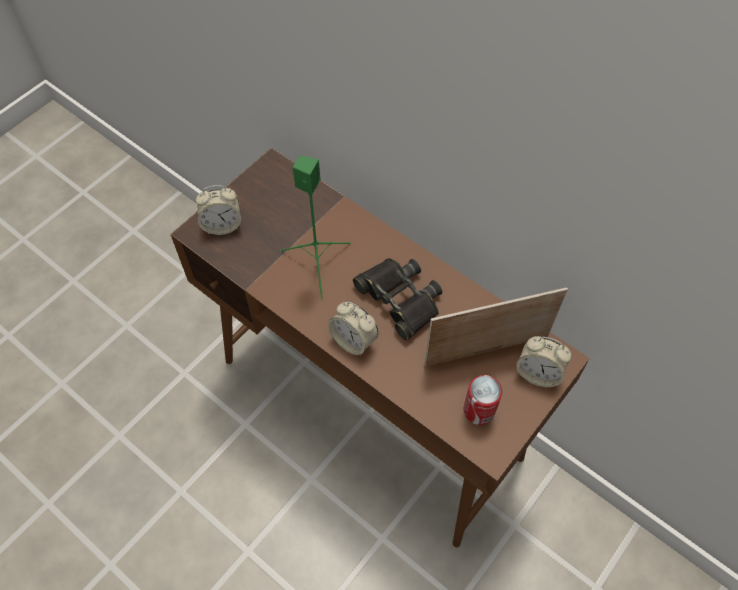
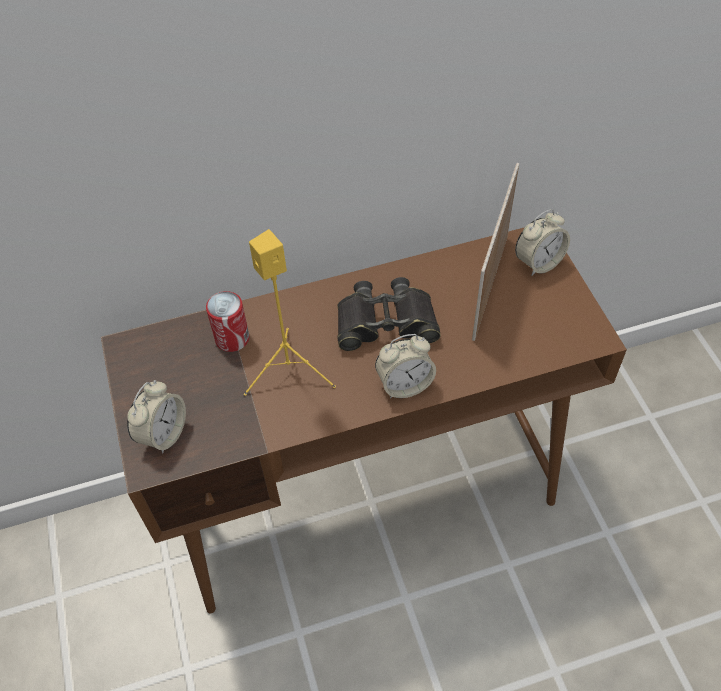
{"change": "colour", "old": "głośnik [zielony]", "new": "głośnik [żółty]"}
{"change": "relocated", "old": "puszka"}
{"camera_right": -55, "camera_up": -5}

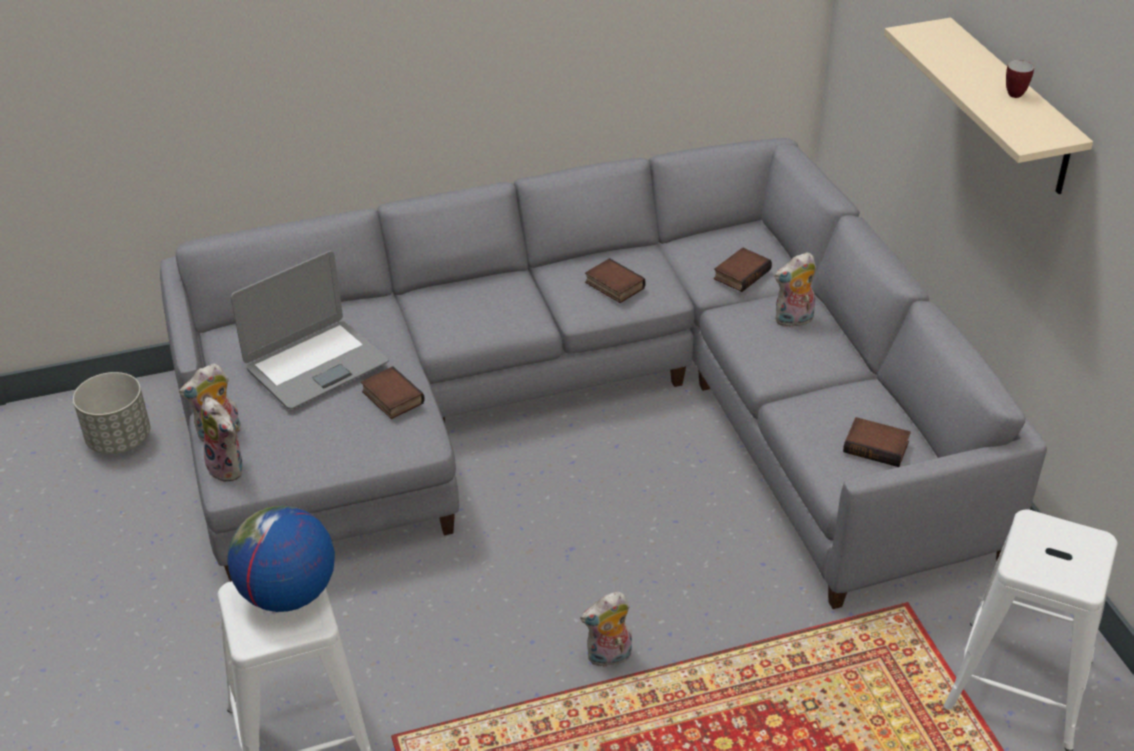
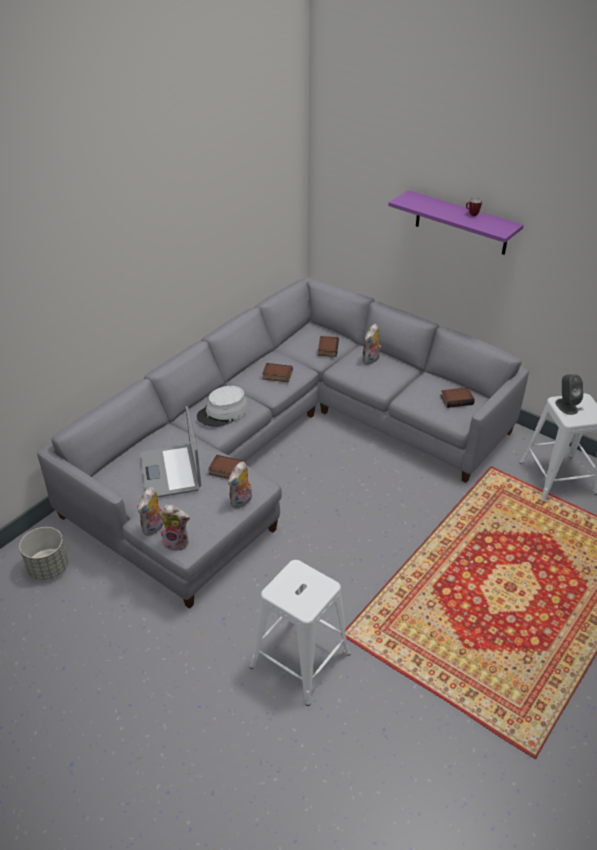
{"change": "missing", "old": "globus"}
{"change": "spun", "old": "laptop", "degrees": 150}
{"change": "relocated", "old": "pluszak (no. 3 from left)"}
{"change": "colour", "old": "półka [beżowy]", "new": "półka [fioletowy]"}
{"change": "appeared", "new": "kapelusz [szary]"}
{"change": "appeared", "new": "głośnik [szary]"}
{"camera_right": -35, "camera_up": 0}

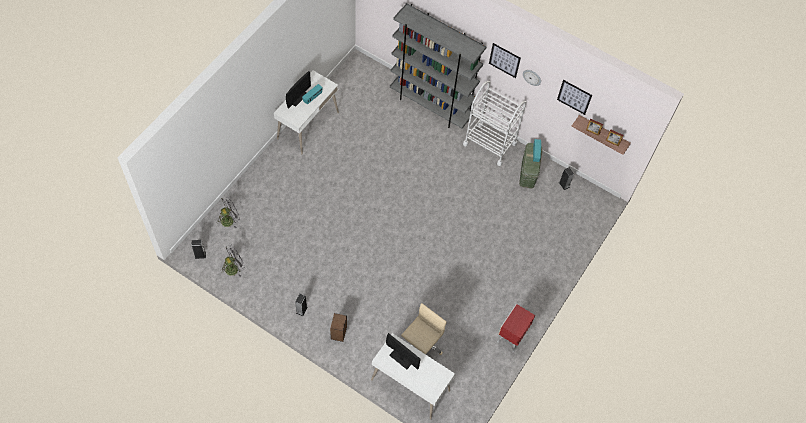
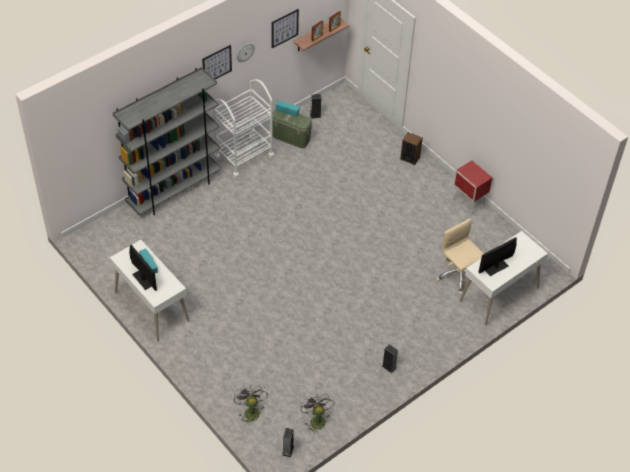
{"change": "relocated", "old": "głośnik (no. 3 from left in the first image)", "new": "głośnik (no. 4 from left)"}
{"camera_right": -70, "camera_up": -10}

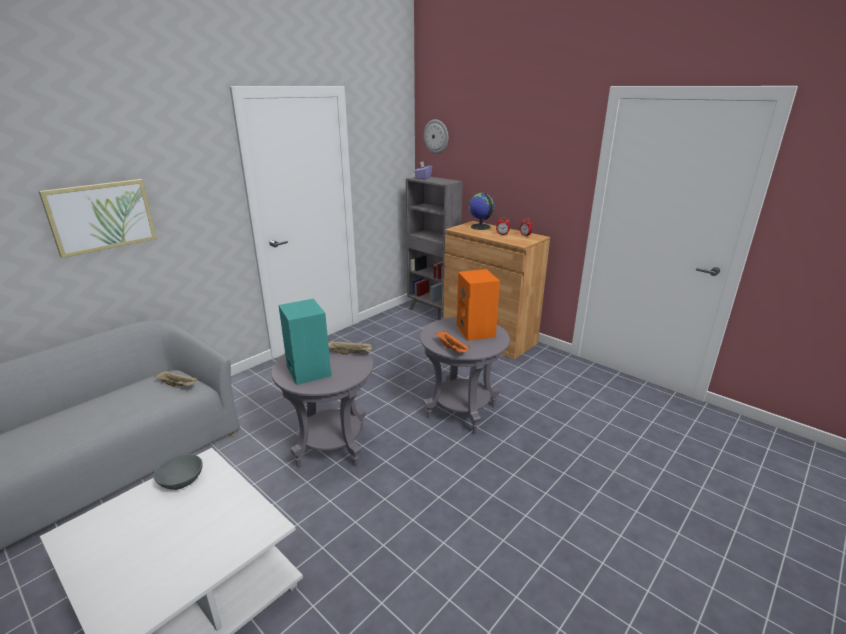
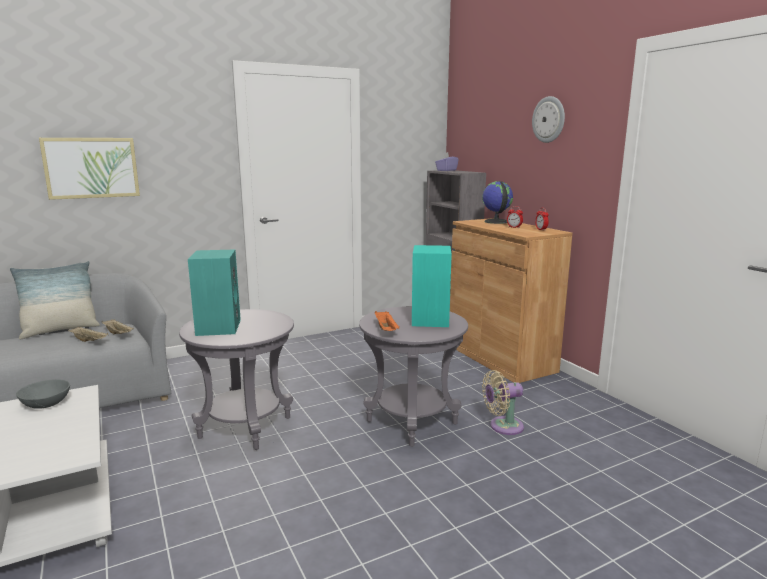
{"change": "relocated", "old": "taca [beżowy] (no. 2 from left in the first image)", "new": "taca [beżowy] (no. 1 from left)"}
{"change": "relocated", "old": "zegar ścienny"}
{"change": "colour", "old": "głośnik [pomarańczowy]", "new": "głośnik [turkusowy] (no. 2 from left)"}
{"change": "appeared", "new": "poduszka"}
{"change": "appeared", "new": "wentylator [beżowy]"}
{"camera_right": 20, "camera_up": -10}

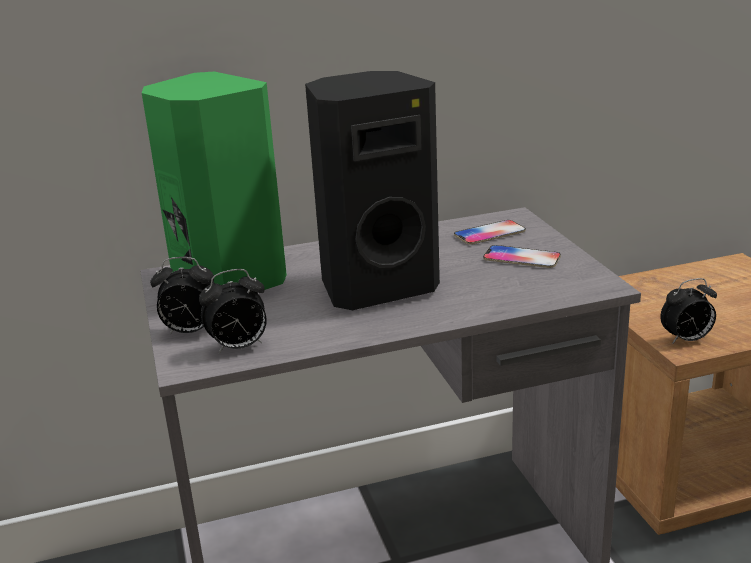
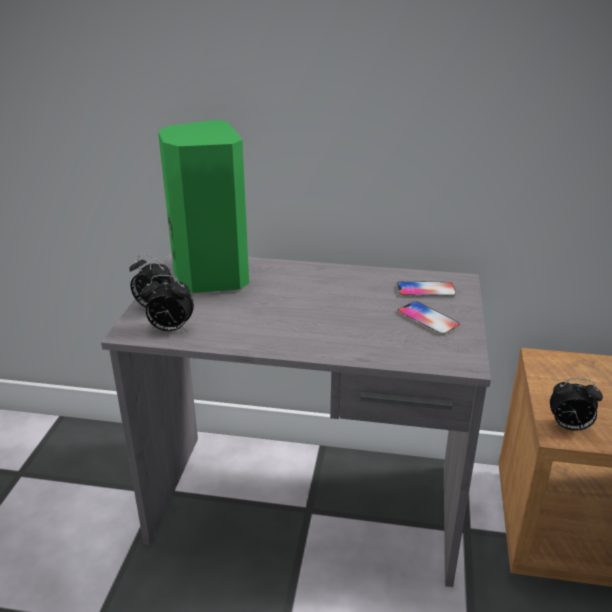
{"change": "missing", "old": "głośnik [czarny]"}
{"camera_right": 25, "camera_up": 5}

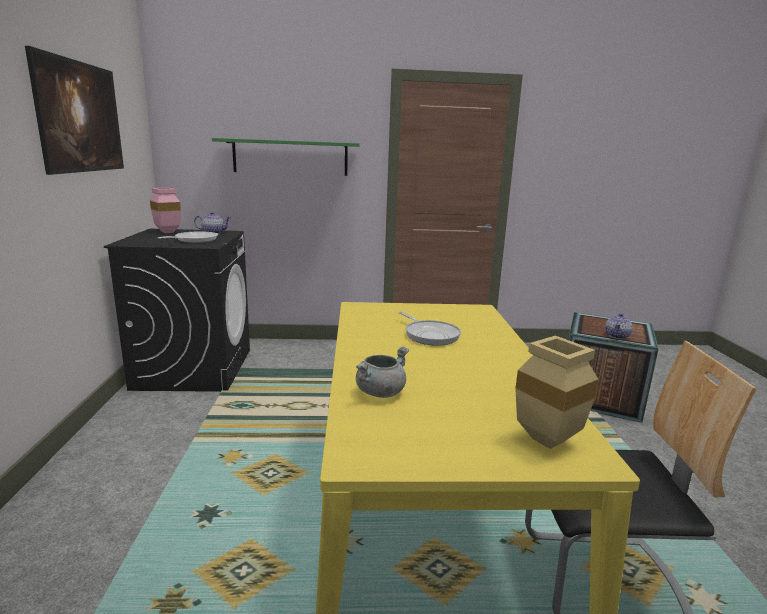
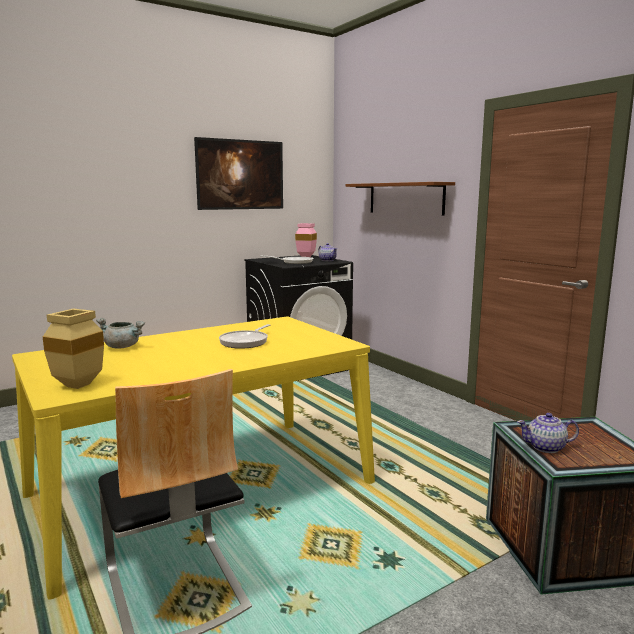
{"change": "colour", "old": "półka [zielony]", "new": "półka [brązowy]"}
{"camera_right": 60, "camera_up": -5}

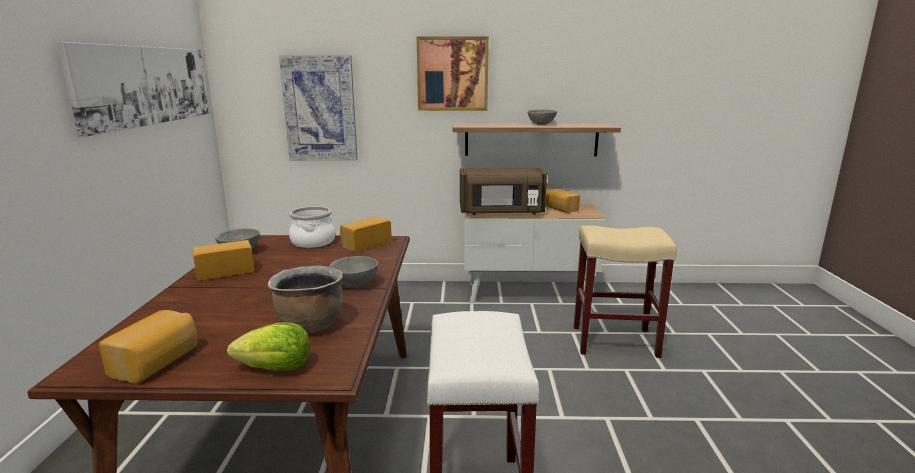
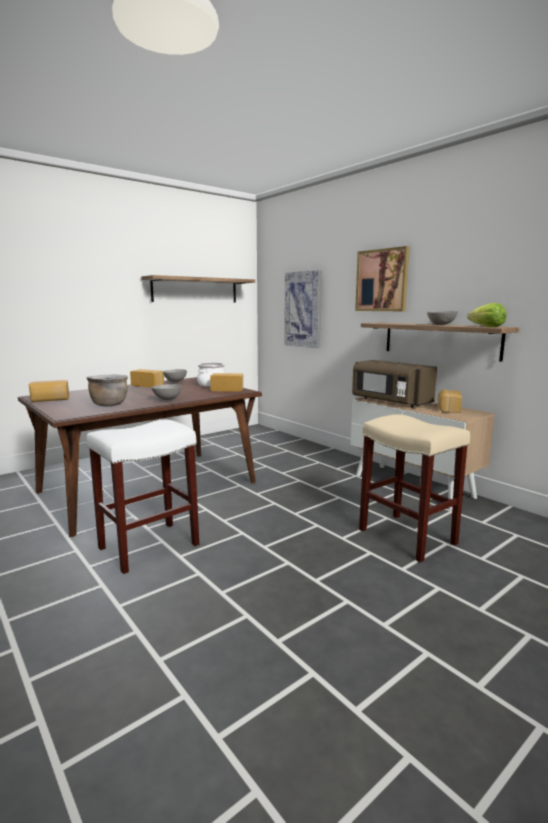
{"change": "exchanged", "old": "obraz (no. 1 from left)", "new": "półka (no. 1 from left)"}
{"change": "relocated", "old": "sałata"}
{"camera_right": 50, "camera_up": -5}

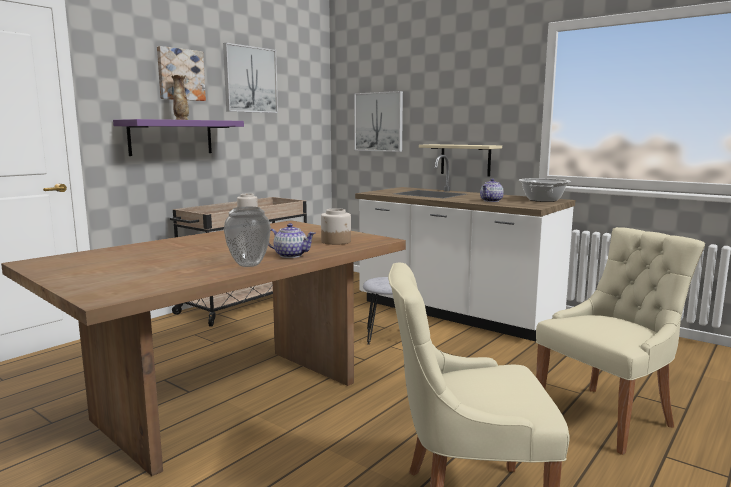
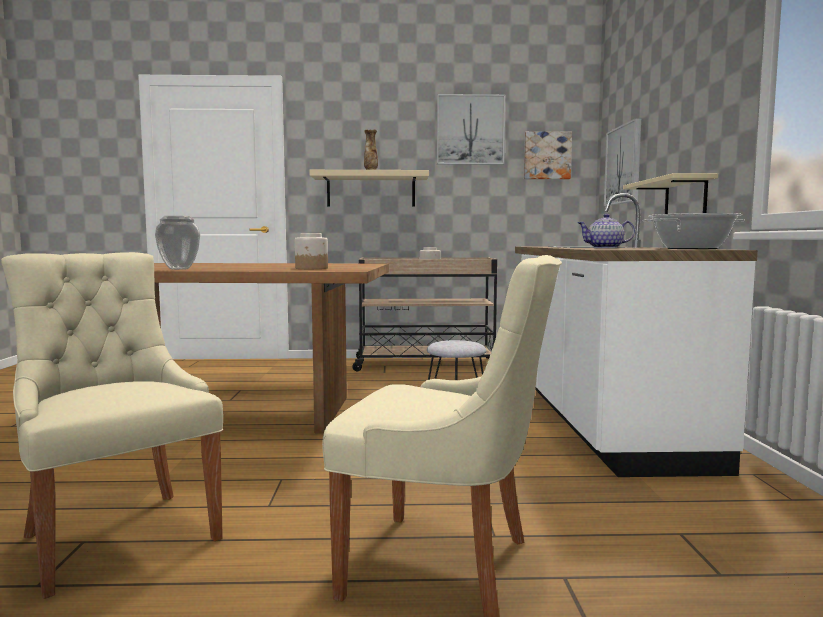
{"change": "colour", "old": "półka [fioletowy]", "new": "półka [beżowy] (no. 1 from left)"}
{"change": "relocated", "old": "obraz (no. 1 from left in the first image)", "new": "obraz (no. 2 from left)"}
{"change": "missing", "old": "imbryk (no. 1 from left)"}
{"camera_right": 50, "camera_up": -5}

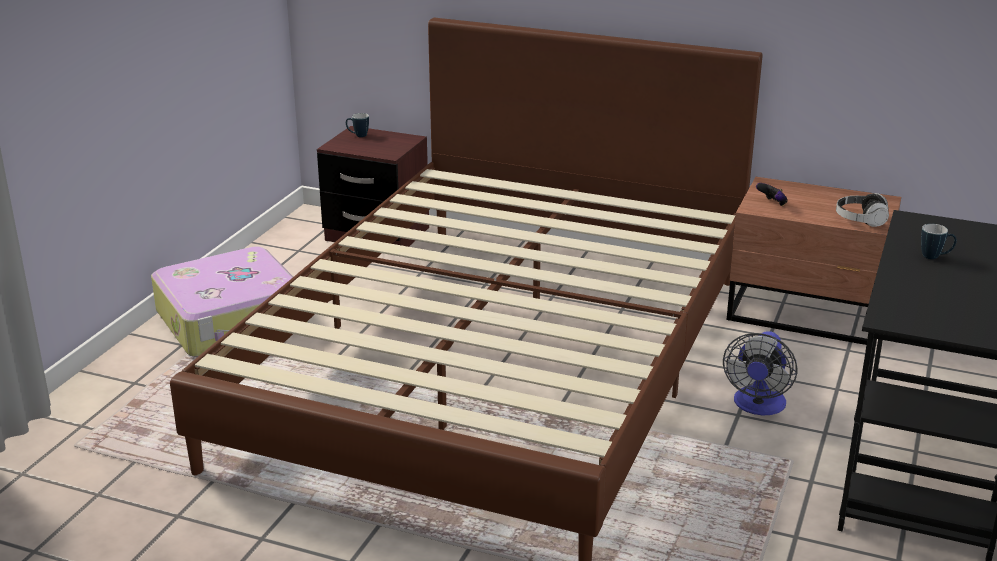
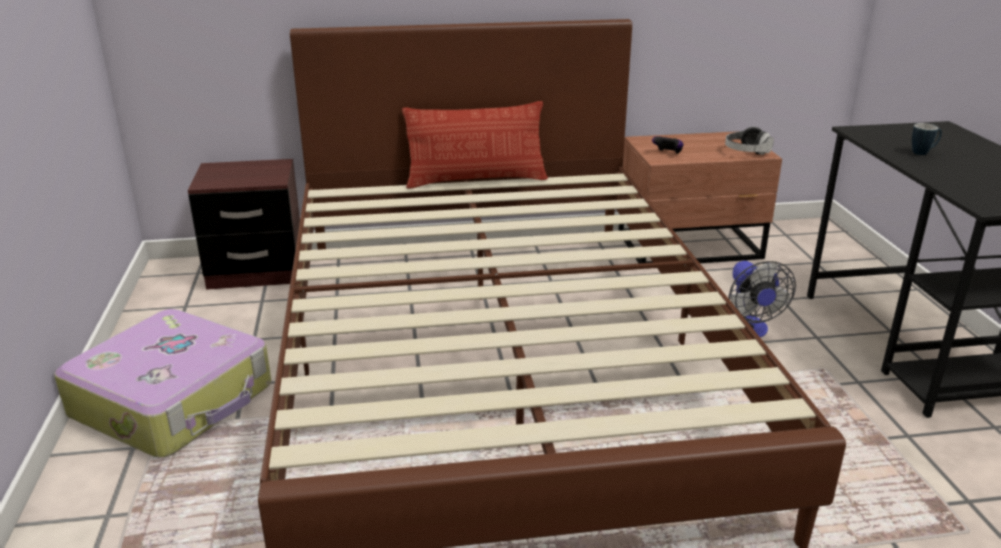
{"change": "missing", "old": "kubek (no. 1 from left)"}
{"change": "appeared", "new": "poduszka"}
{"camera_right": -30, "camera_up": 0}

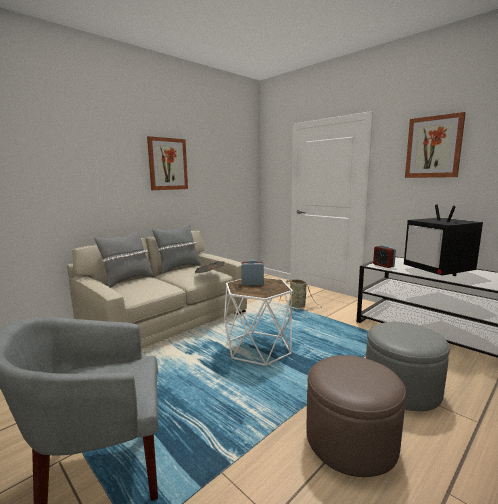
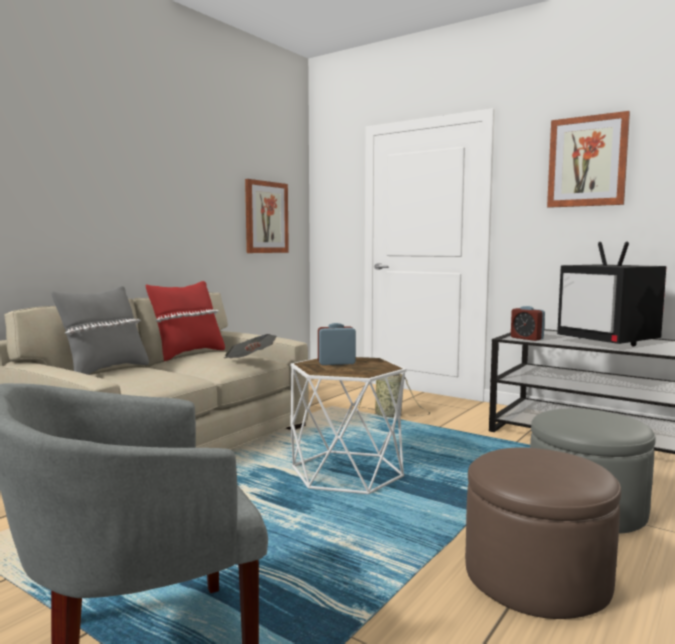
{"change": "relocated", "old": "obraz (no. 1 from left)"}
{"change": "colour", "old": "poduszka [szary] (no. 2 from left)", "new": "poduszka [czerwony]"}
{"camera_right": -10, "camera_up": -5}

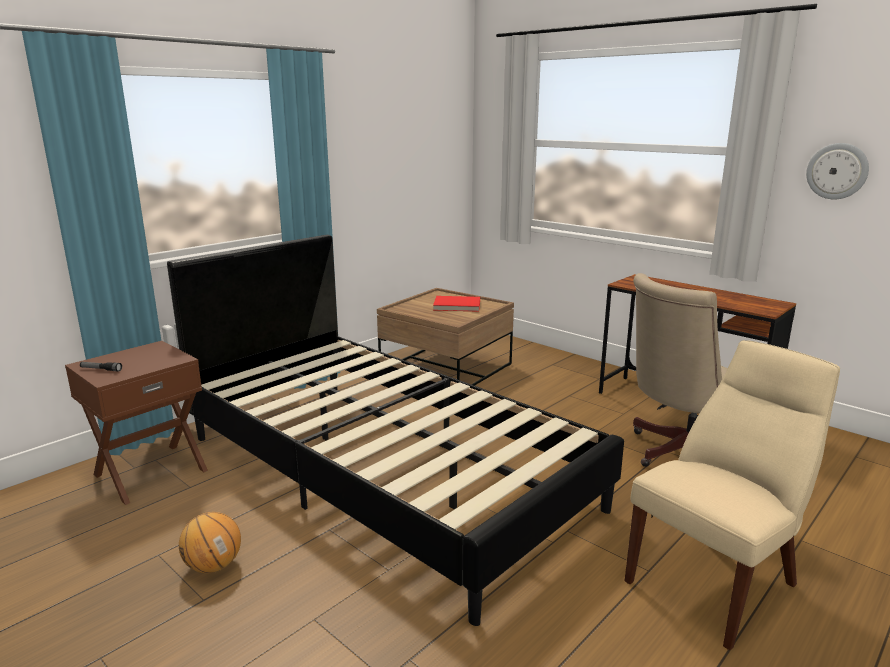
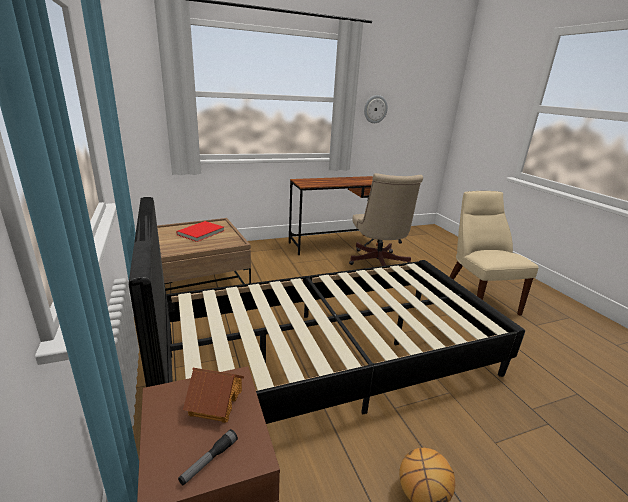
{"change": "appeared", "new": "domek"}
{"camera_right": -65, "camera_up": 5}

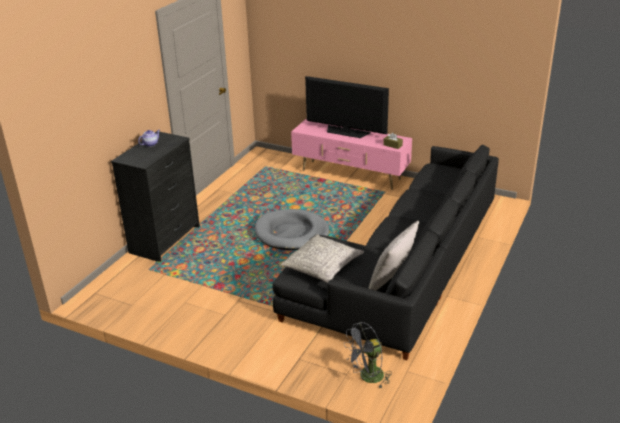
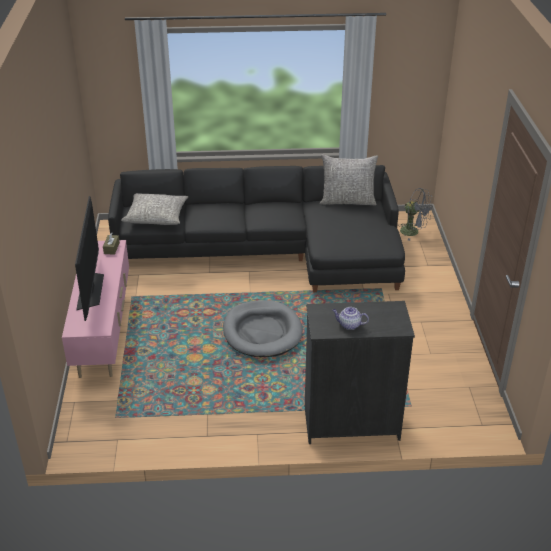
{"change": "relocated", "old": "poduszka [szary] (no. 1 from left)"}
{"camera_right": -120, "camera_up": 5}

